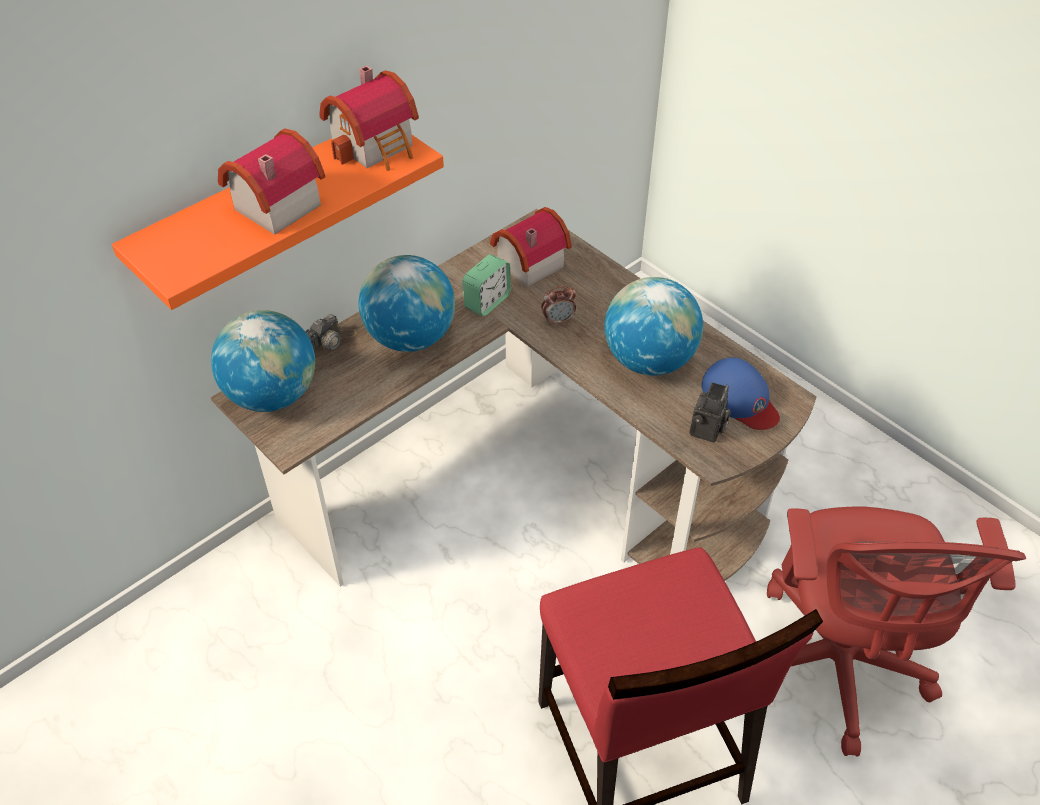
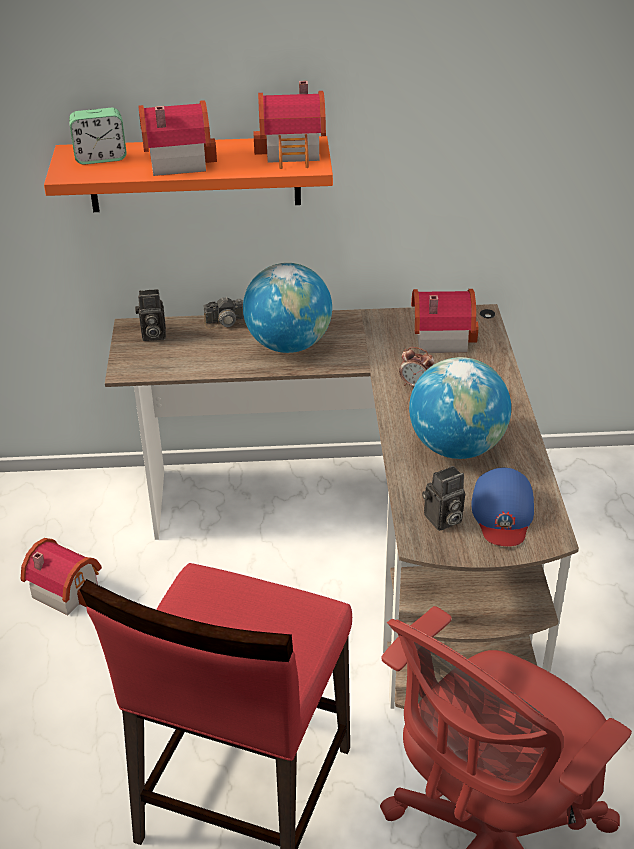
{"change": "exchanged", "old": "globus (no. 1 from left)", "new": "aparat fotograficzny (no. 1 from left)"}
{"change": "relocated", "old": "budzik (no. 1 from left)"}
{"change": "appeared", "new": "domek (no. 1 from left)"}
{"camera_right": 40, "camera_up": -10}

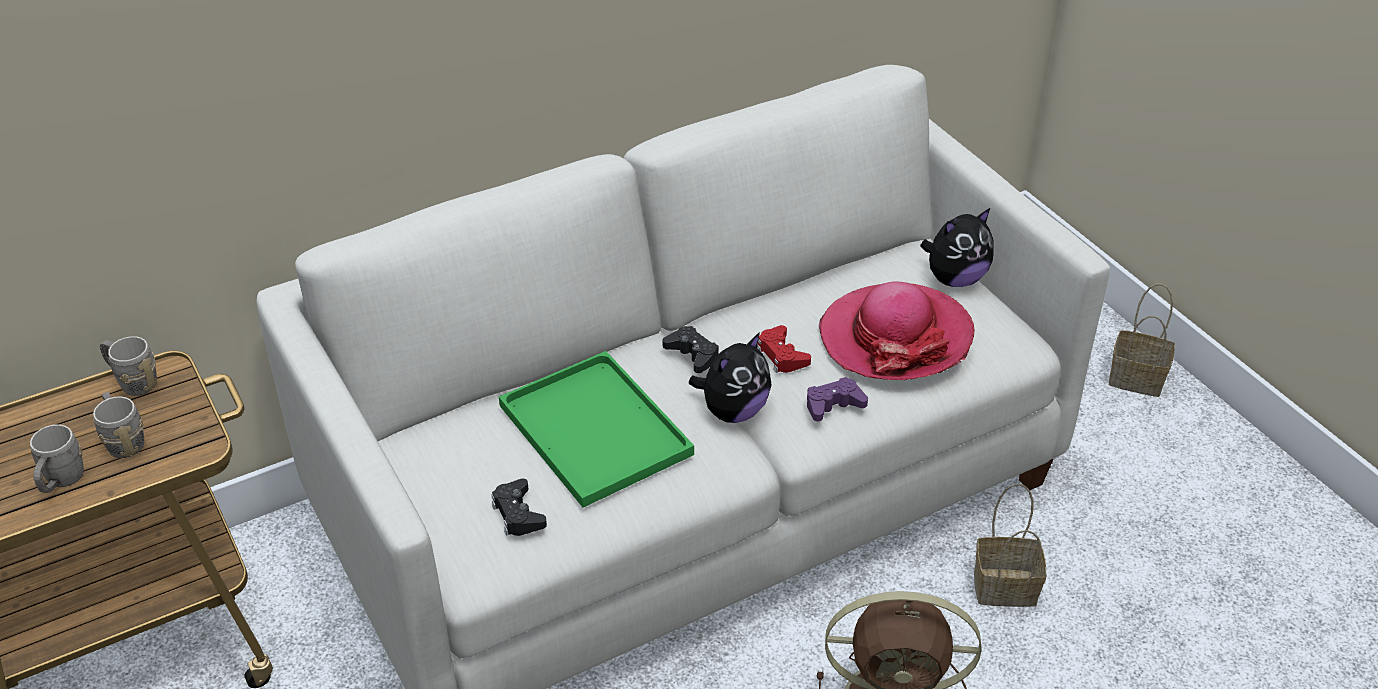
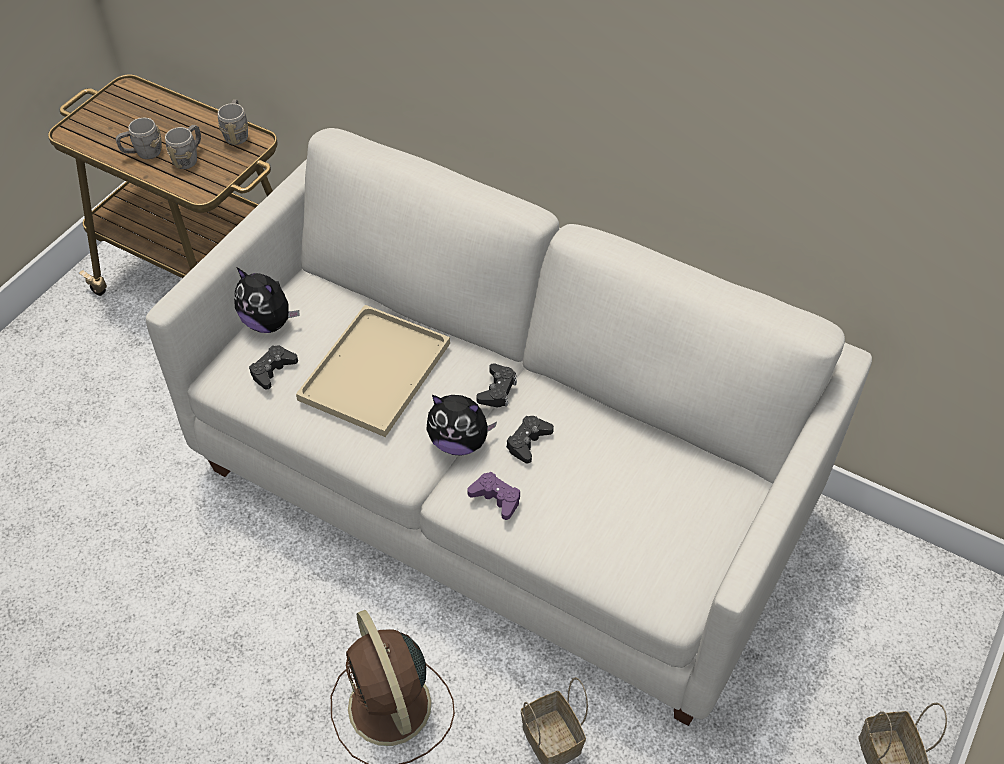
{"change": "colour", "old": "taca [zielony]", "new": "taca [beżowy]"}
{"change": "colour", "old": "pad do gier [czerwony]", "new": "pad do gier [czarny] (no. 3 from left)"}
{"change": "missing", "old": "kapelusz"}
{"change": "relocated", "old": "pluszak (no. 2 from left in the first image)", "new": "pluszak (no. 1 from left)"}
{"camera_right": 60, "camera_up": 10}

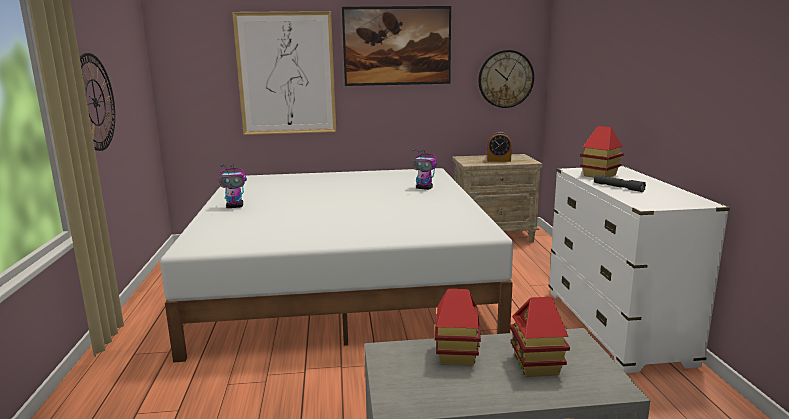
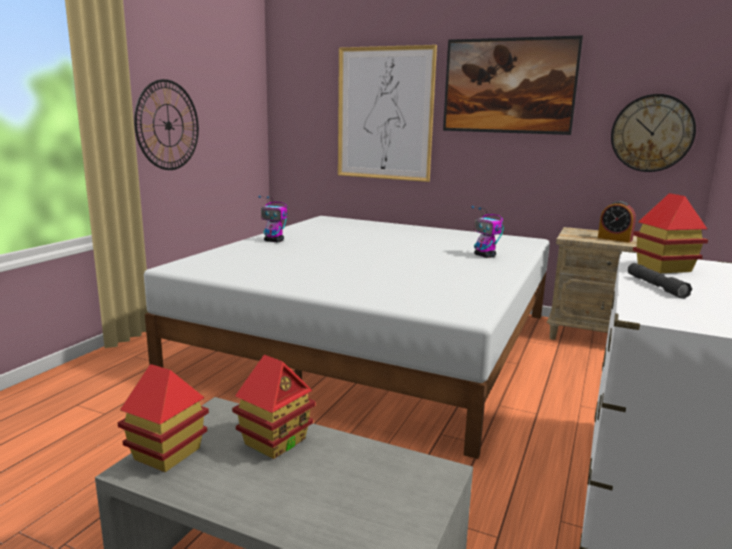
{"change": "relocated", "old": "domek (no. 2 from left in the first image)", "new": "domek (no. 1 from left)"}
{"camera_right": 30, "camera_up": 0}

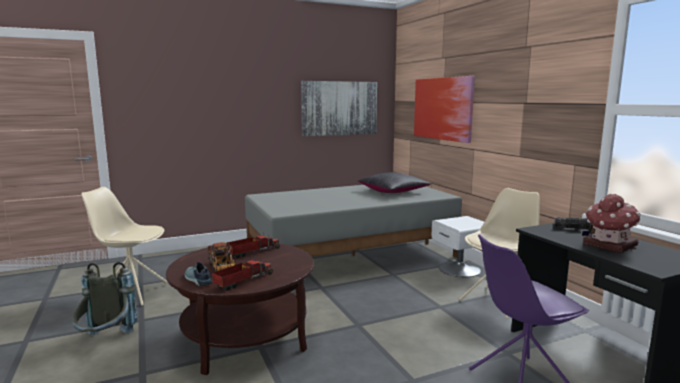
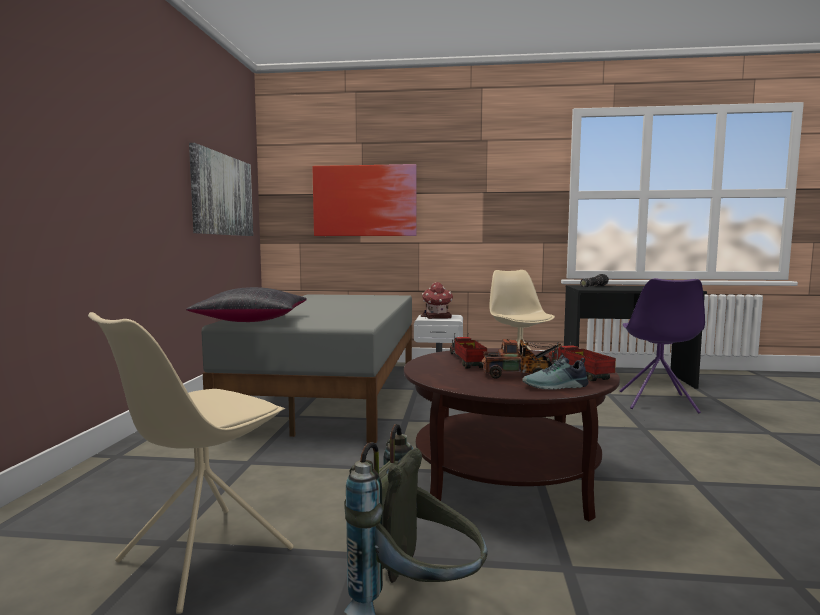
{"change": "relocated", "old": "poduszka [czarny]"}
{"change": "relocated", "old": "domek"}
{"camera_right": -60, "camera_up": -5}

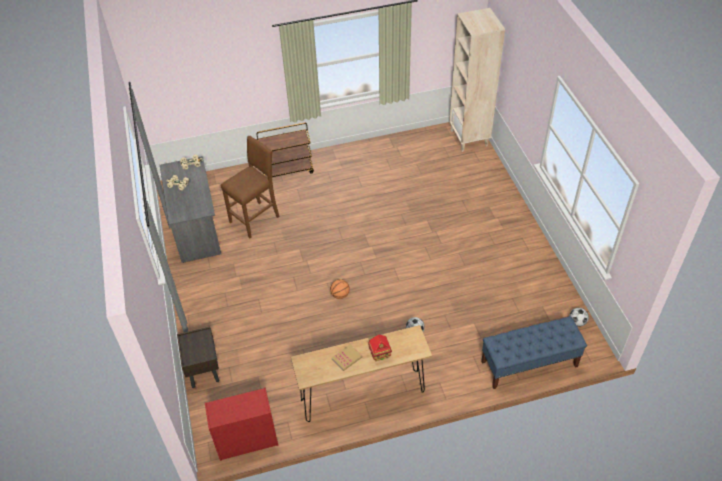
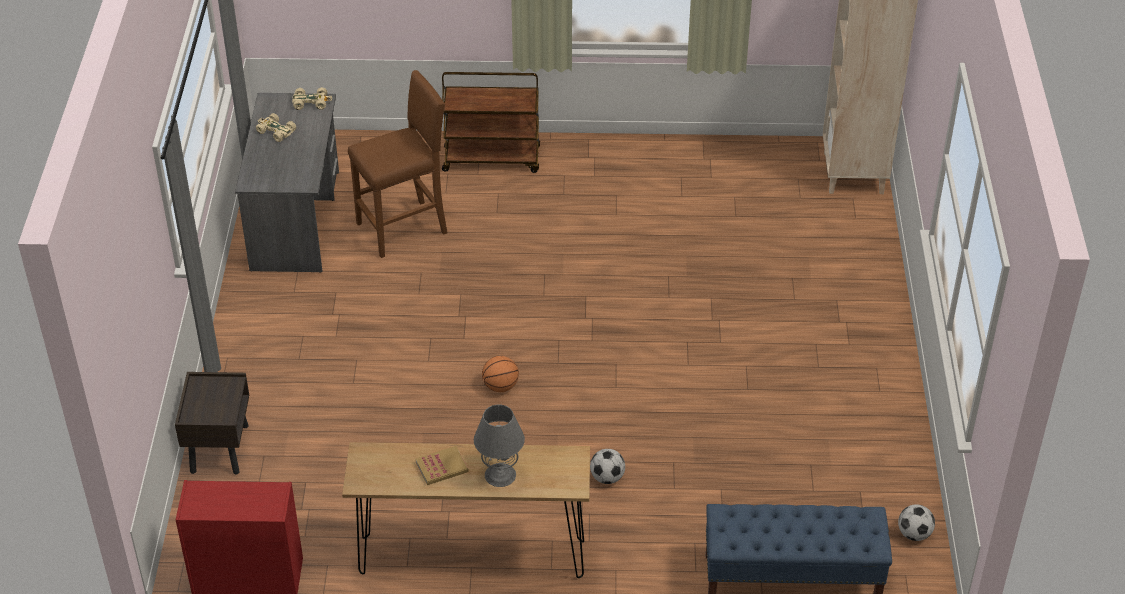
{"change": "exchanged", "old": "domek", "new": "lampa stołowa [szary]"}
{"camera_right": 15, "camera_up": -5}

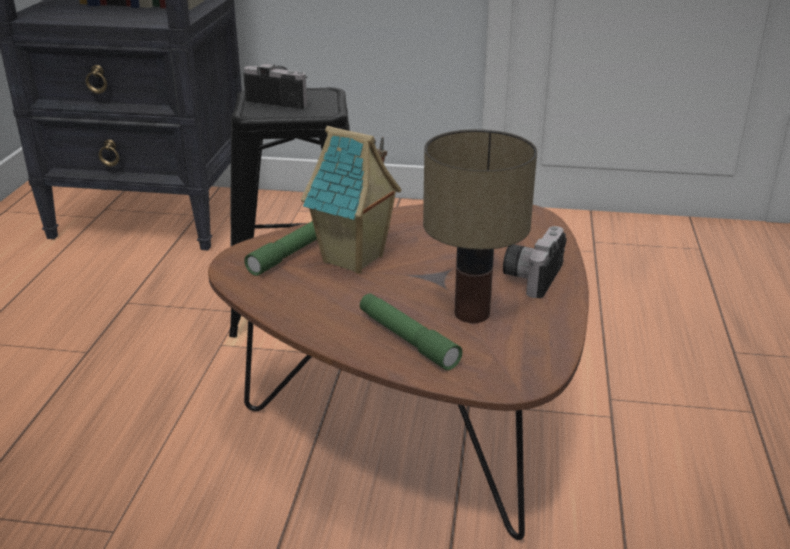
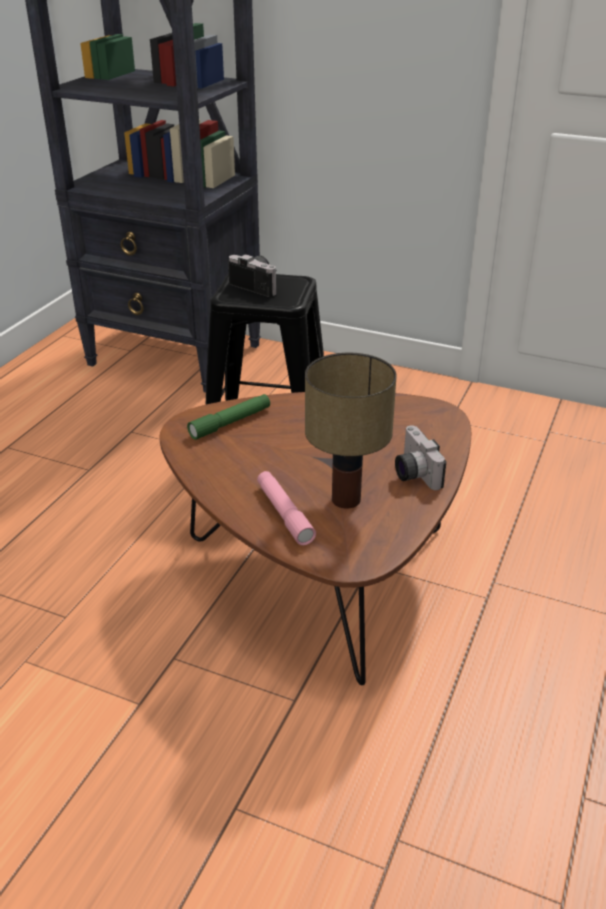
{"change": "missing", "old": "domek"}
{"change": "colour", "old": "latarka [zielony] (no. 2 from left)", "new": "latarka [różowy]"}
{"change": "spun", "old": "aparat fotograficzny (no. 2 from left)", "degrees": -60}
{"camera_right": 15, "camera_up": 5}

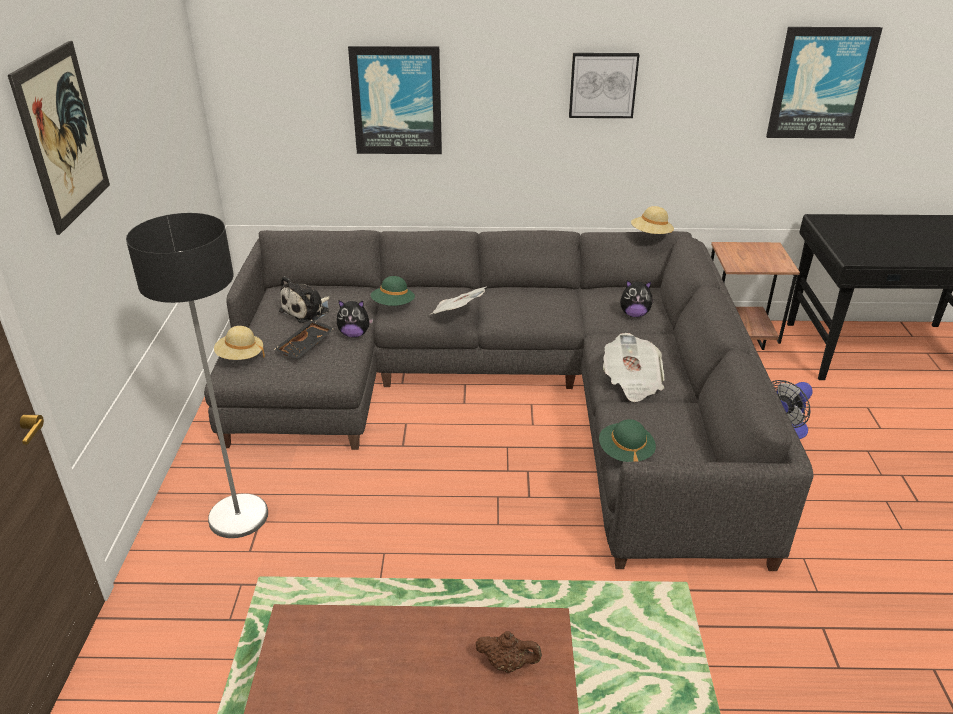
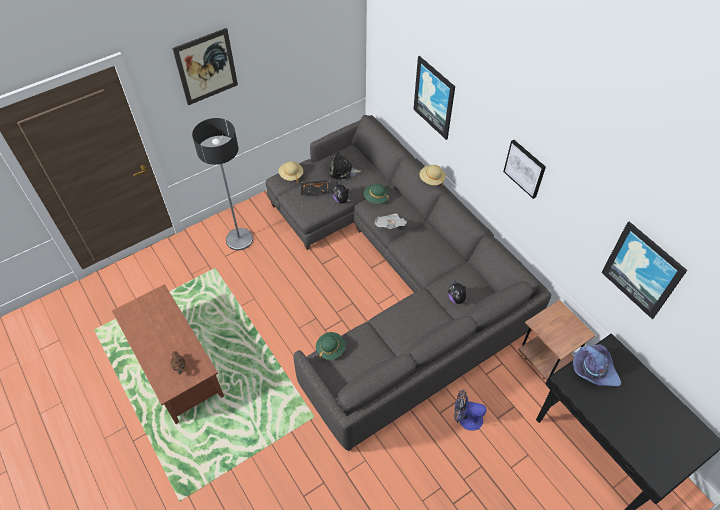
{"change": "missing", "old": "gazeta (no. 2 from left)"}
{"change": "relocated", "old": "kapelusz [beżowy] (no. 2 from left)"}
{"change": "appeared", "new": "kapelusz [fioletowy]"}
{"camera_right": 55, "camera_up": 20}

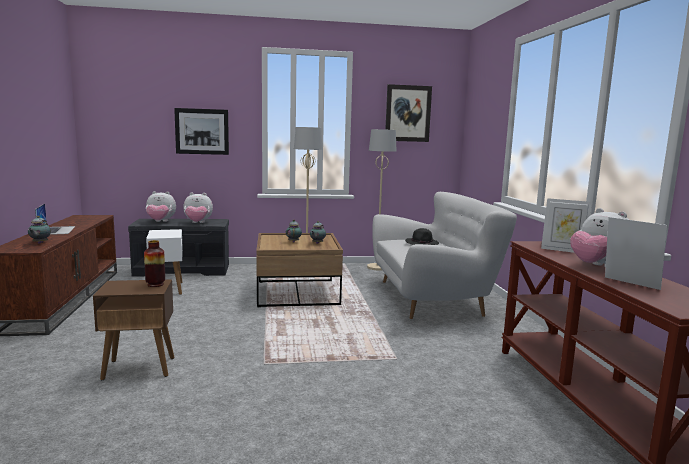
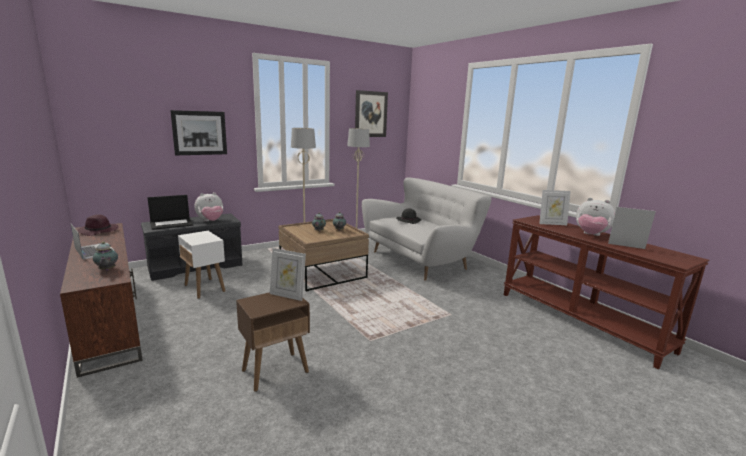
{"change": "exchanged", "old": "wazon", "new": "ramka na zdjęcie (no. 1 from left)"}
{"change": "exchanged", "old": "pluszak (no. 1 from left)", "new": "laptop (no. 2 from left)"}
{"change": "appeared", "new": "kapelusz [fioletowy]"}
{"camera_right": -25, "camera_up": 5}

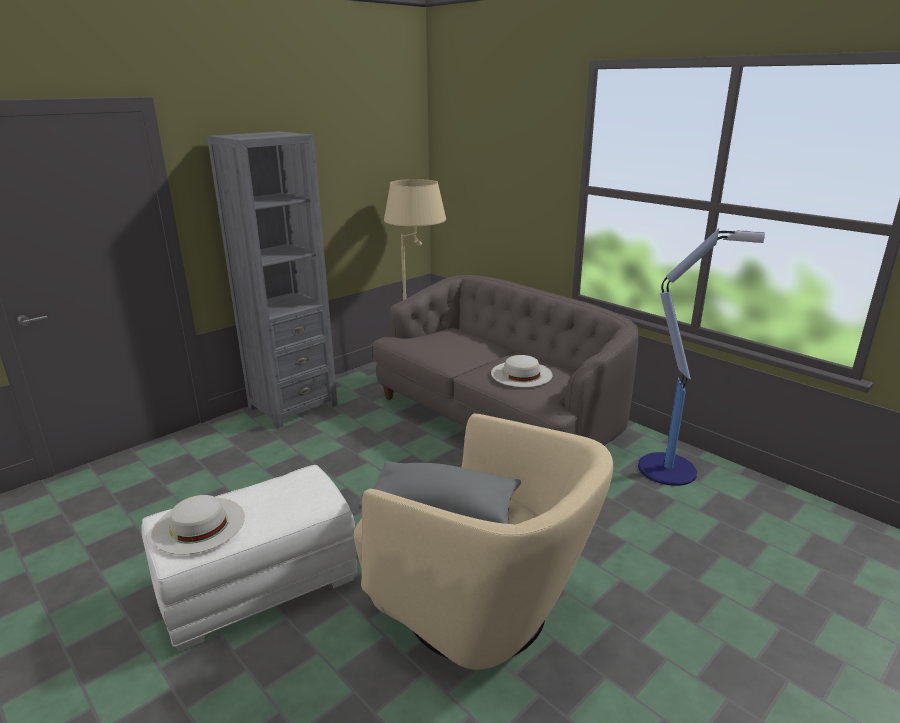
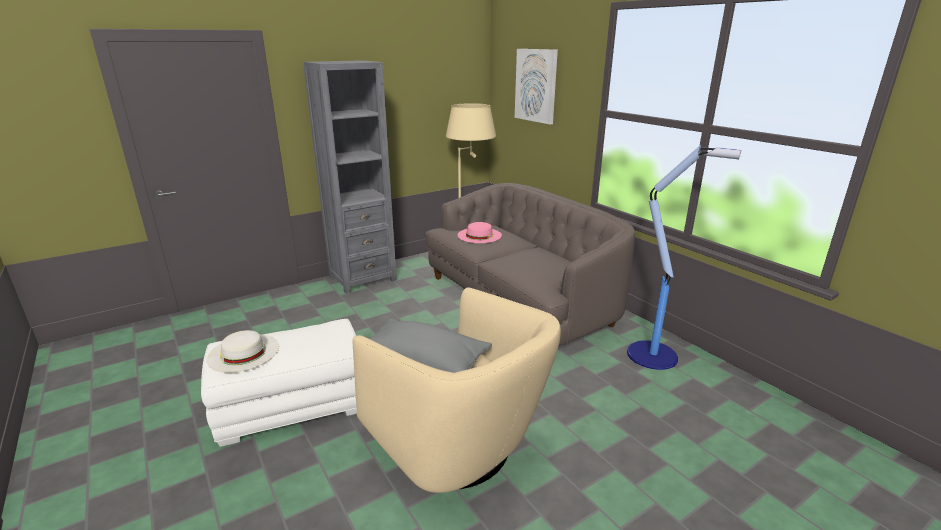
{"change": "missing", "old": "kapelusz [biały] (no. 2 from left)"}
{"change": "appeared", "new": "kapelusz [różowy]"}
{"change": "appeared", "new": "obraz"}
{"camera_right": 10, "camera_up": 0}

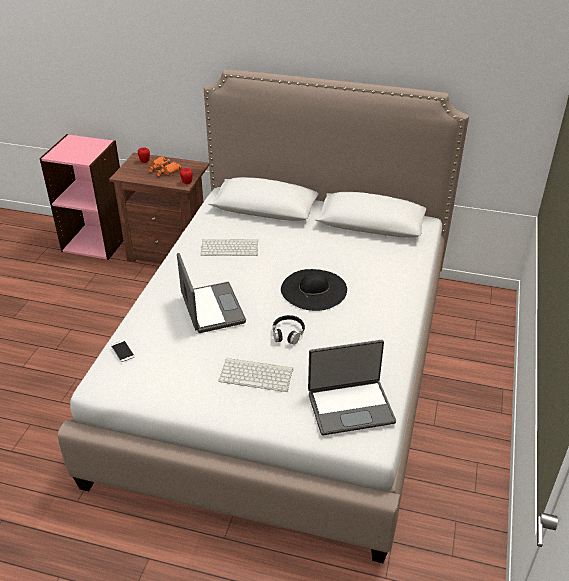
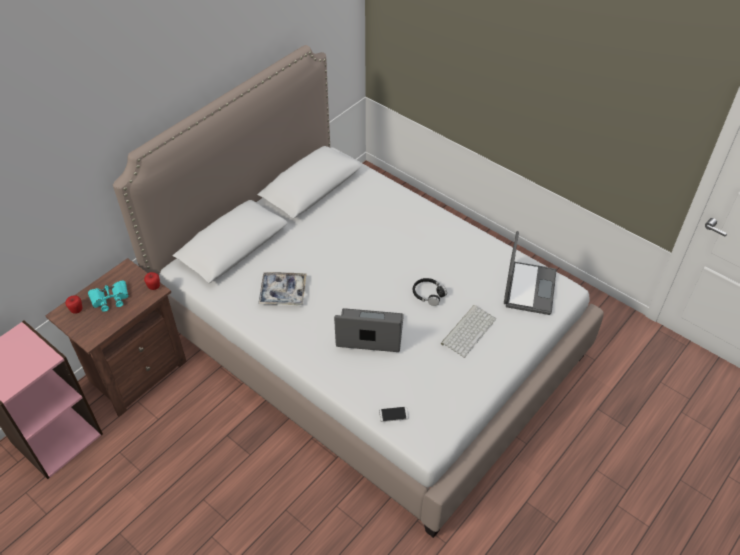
{"change": "colour", "old": "lornetka [pomarańczowy]", "new": "lornetka [turkusowy]"}
{"change": "exchanged", "old": "klawiatura (no. 1 from left)", "new": "taca"}
{"change": "missing", "old": "kapelusz [czarny]"}
{"camera_right": -65, "camera_up": 10}

